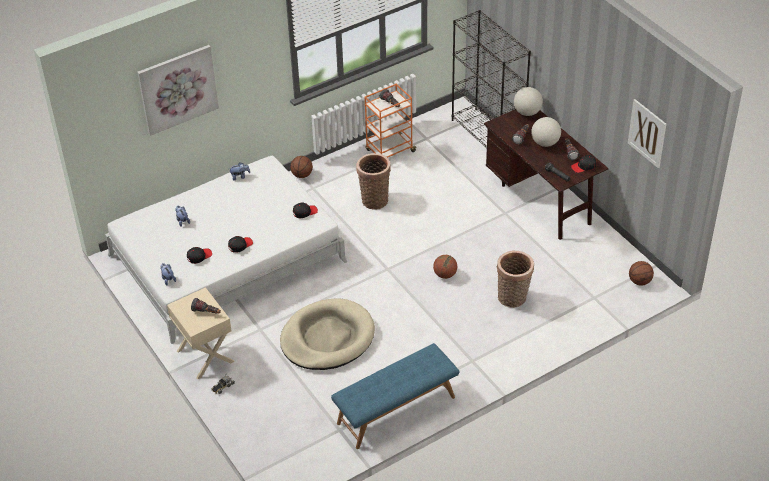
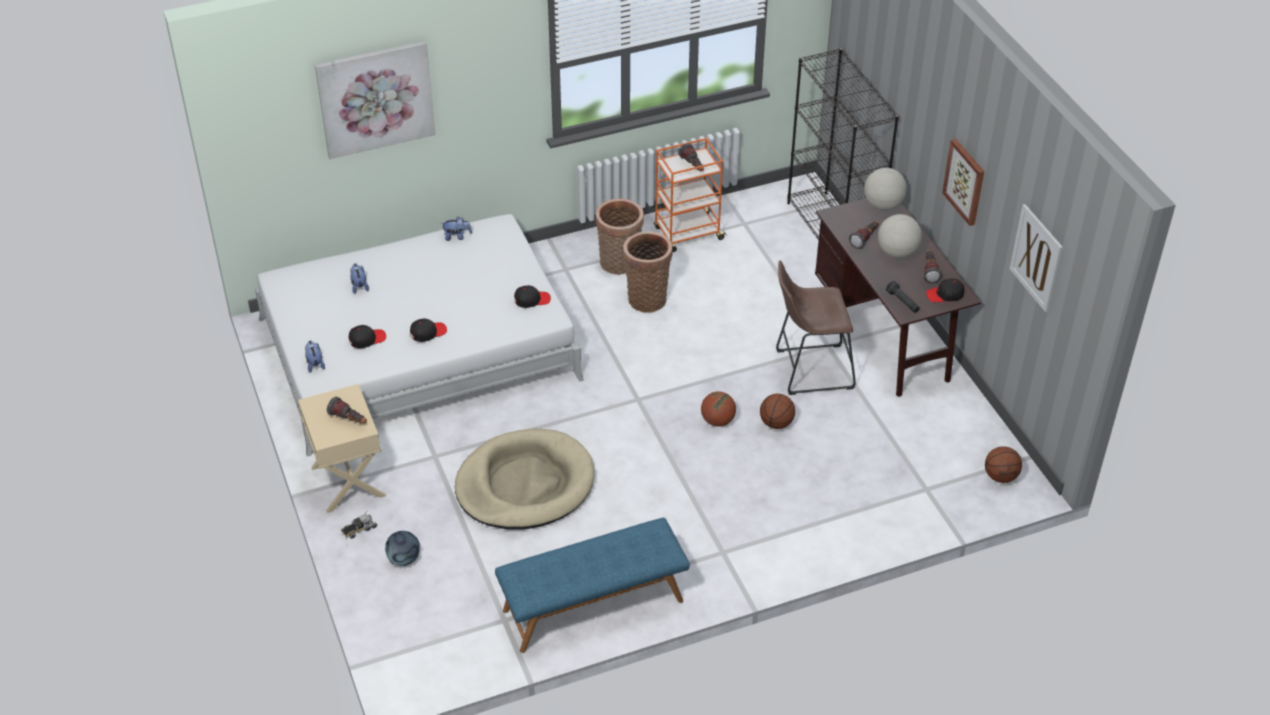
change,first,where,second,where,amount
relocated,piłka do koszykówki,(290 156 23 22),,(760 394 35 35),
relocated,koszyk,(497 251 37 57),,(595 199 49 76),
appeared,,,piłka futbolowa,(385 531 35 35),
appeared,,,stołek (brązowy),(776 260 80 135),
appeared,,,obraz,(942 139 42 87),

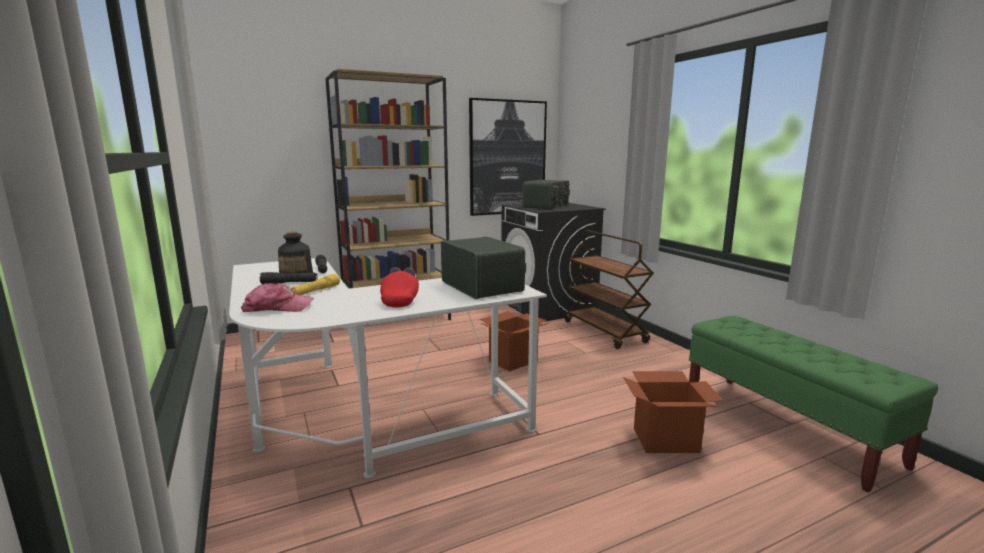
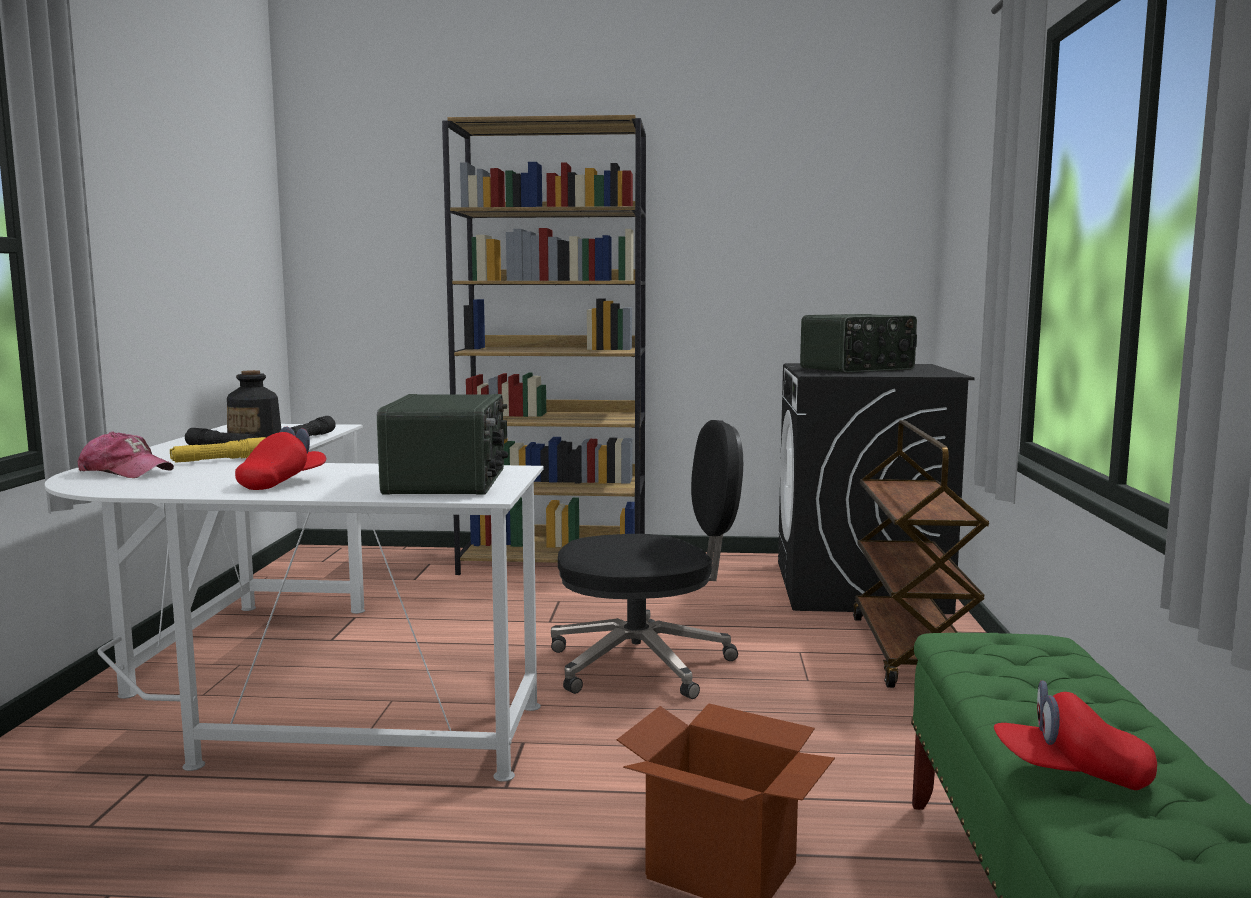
change,first,where,second,where,amount
missing,obraz,(469 98 78 118),,,
exchanged,karton,(480 312 69 60),krzesło biurowe (czarny),(551 420 192 279),
appeared,,,czapka z daszkiem (czerwony),(994 680 163 110),

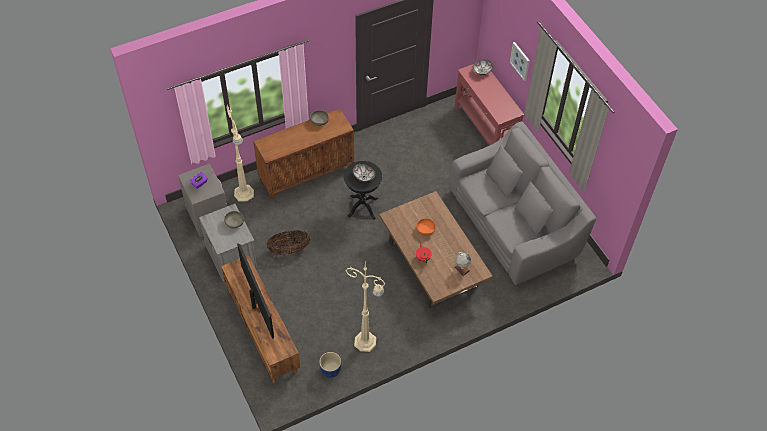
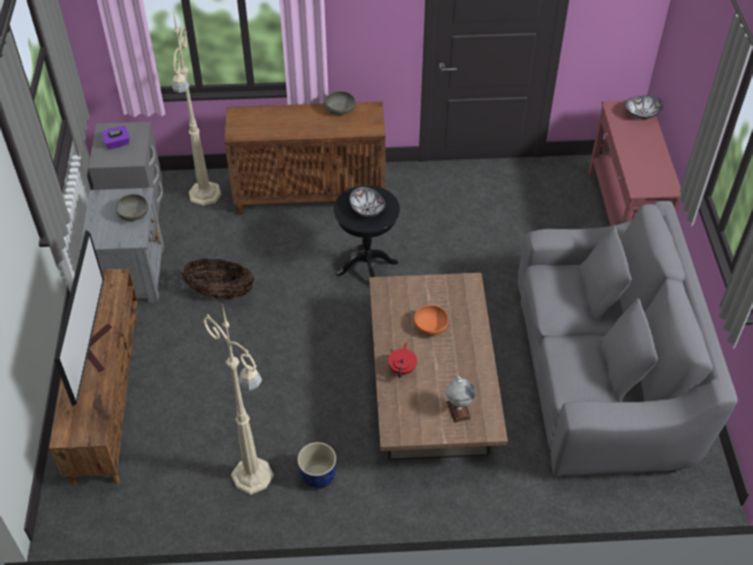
change,first,where,second,where,amount
relocated,donica (niebieski),(319 352 22 26),,(297 442 39 47),
missing,obraz,(510 42 20 39),,,

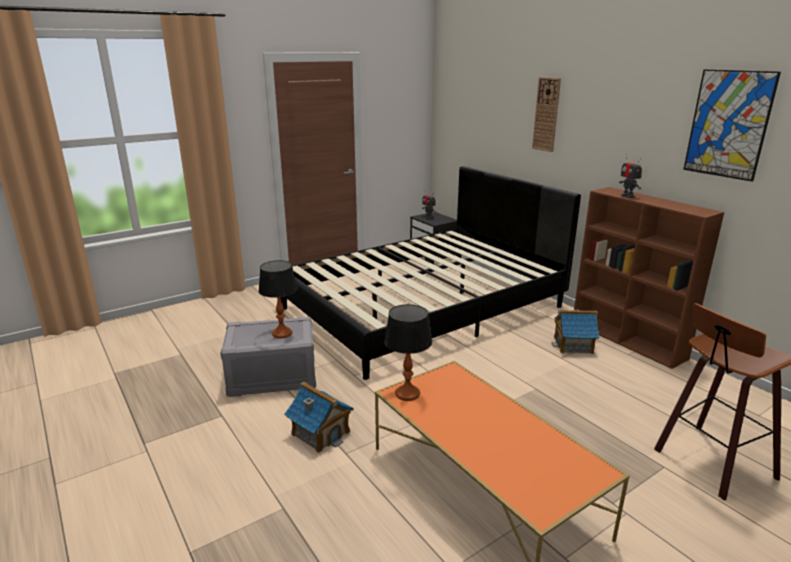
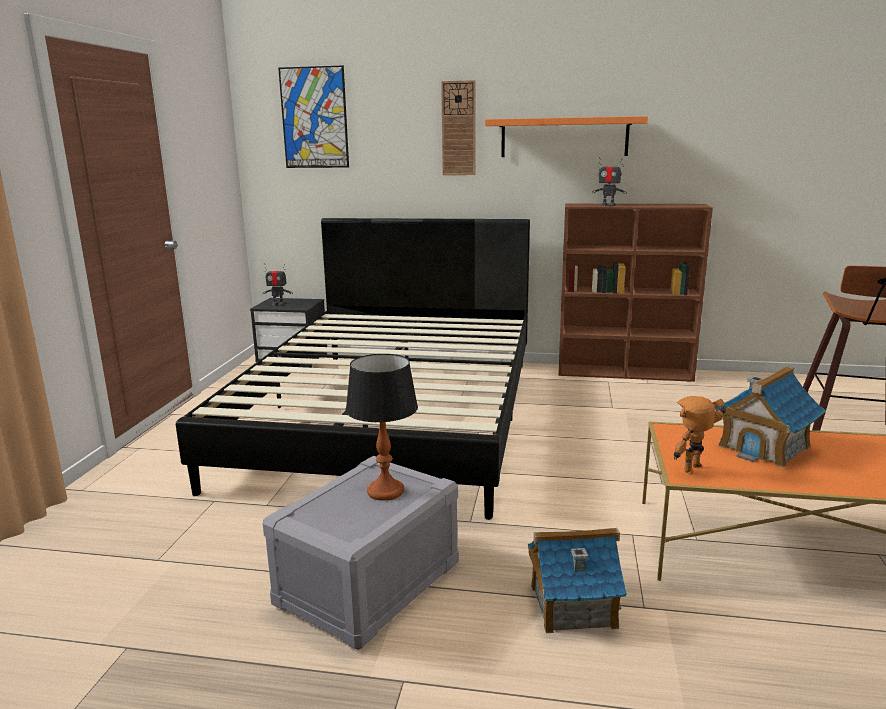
change,first,where,second,where,amount
exchanged,lampa stołowa,(384 304 48 97),robot zabawkowy,(674 396 52 77),
relocated,domek,(552 310 47 44),,(715 366 111 102),
relocated,obraz,(683 69 98 113),,(278 65 71 103),
appeared,,,półka (pomarańczowy),(485 116 163 41),

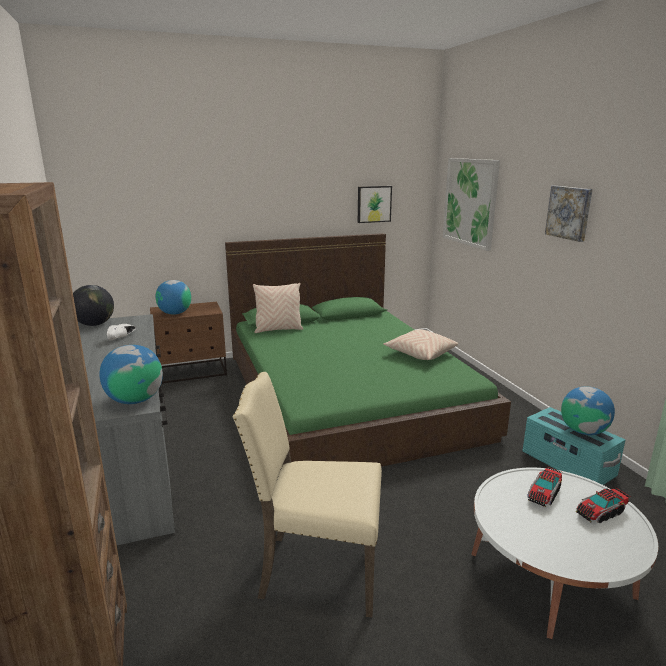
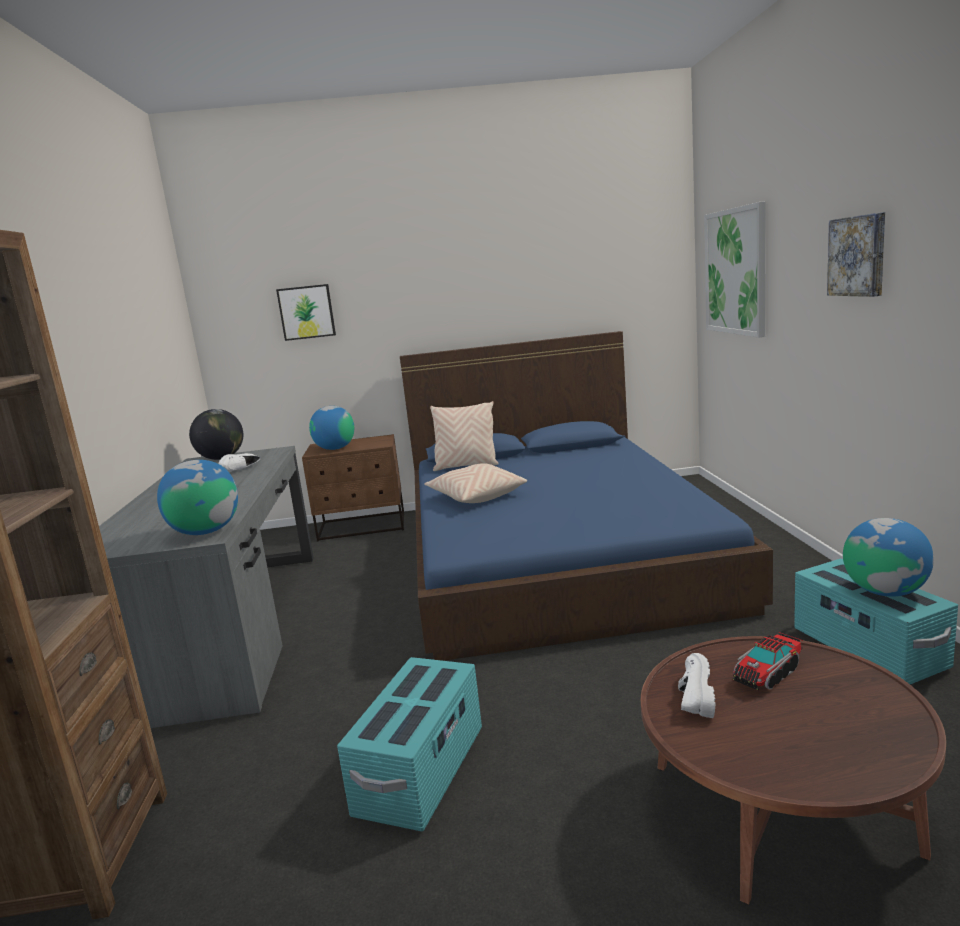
change,first,where,second,where,amount
colour,łóżko (zielony),(225 233 286 234),łóżko (niebieski),(400 331 373 330),
exchanged,krzesło (beżowy),(232 372 150 245),pojemnik do przechowywania (turkusowy),(337 657 145 174),
relocated,obraz,(358 186 34 37),,(276 284 60 57),
relocated,poduszka (beżowy),(384 329 74 31),,(424 463 103 40),
colour,ława (biały),(471 468 187 171),ława (brązowy),(641 636 305 268),
missing,ciężarówka zabawkowa,(576 487 55 36),,,
appeared,,,but (biały),(678 653 37 65),

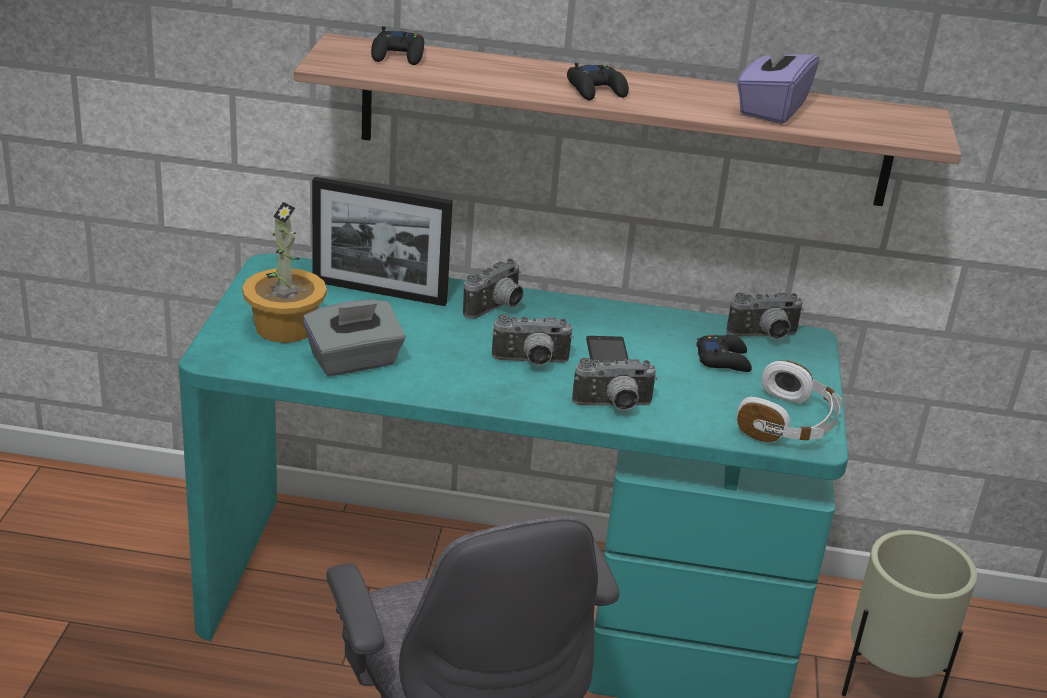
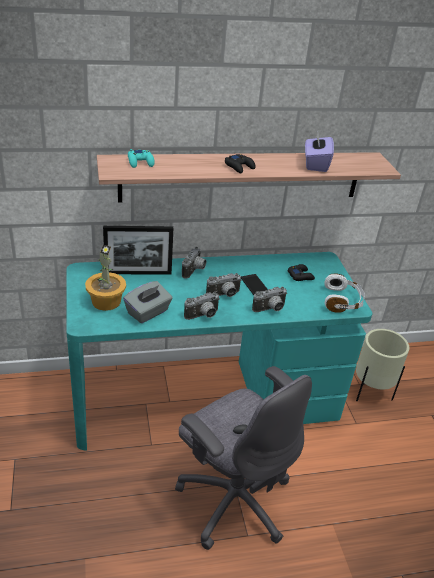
change,first,where,second,where,amount
colour,pad do gier (czarny),(371 26 53 39),pad do gier (turkusowy),(128 149 27 19),
relocated,aparat fotograficzny,(726 293 78 46),,(184 292 36 28),

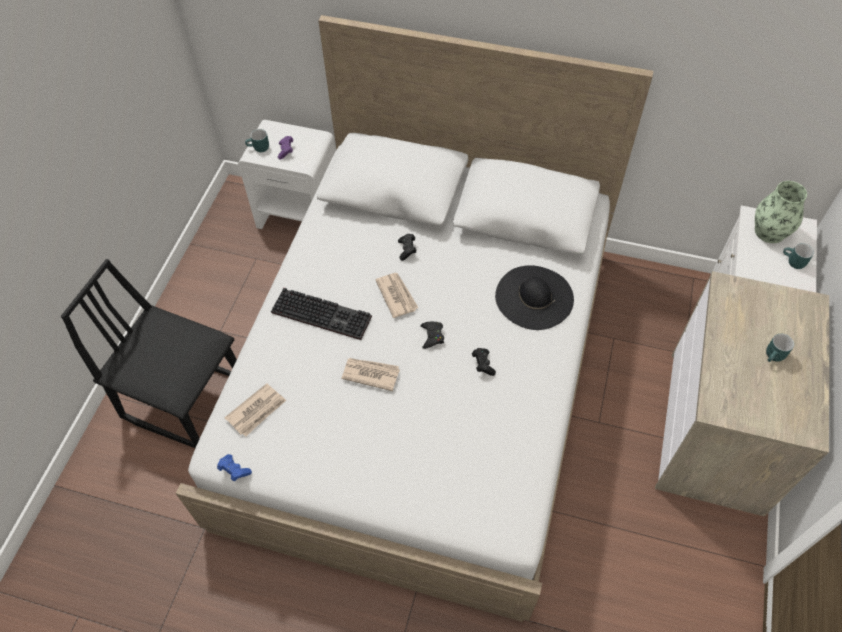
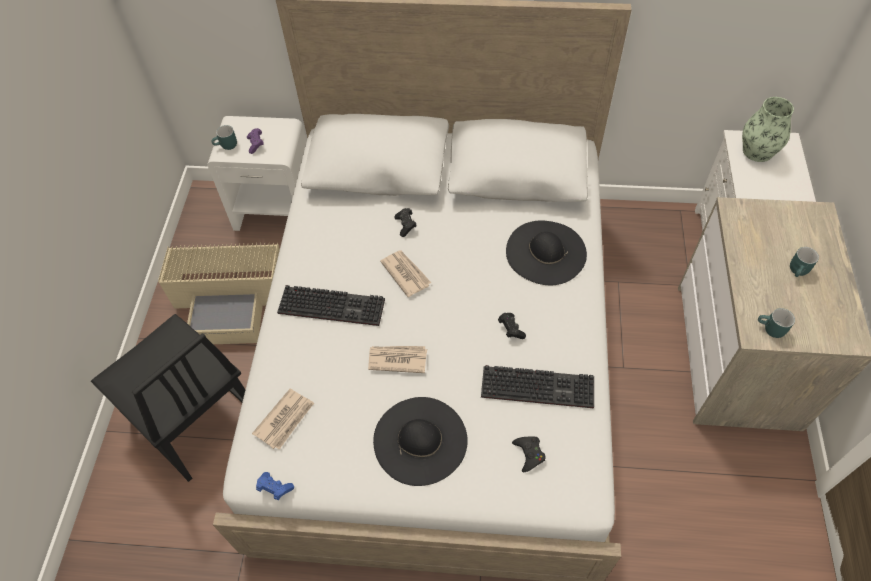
change,first,where,second,where,amount
spun,krzesło (czarny),(61 259 176 189),,(91 314 155 168),150 degrees counterclockwise
relocated,pad do gier (czarny),(421 322 23 27),,(512 436 34 36),
relocated,kubek (turkusowy),(783 243 31 26),,(758 308 37 30),
appeared,,,pojemnik do przechowywania (beżowy),(158 242 122 102),
appeared,,,kapelusz (czarny),(373 397 95 89),
appeared,,,klawiatura,(481 365 113 43),

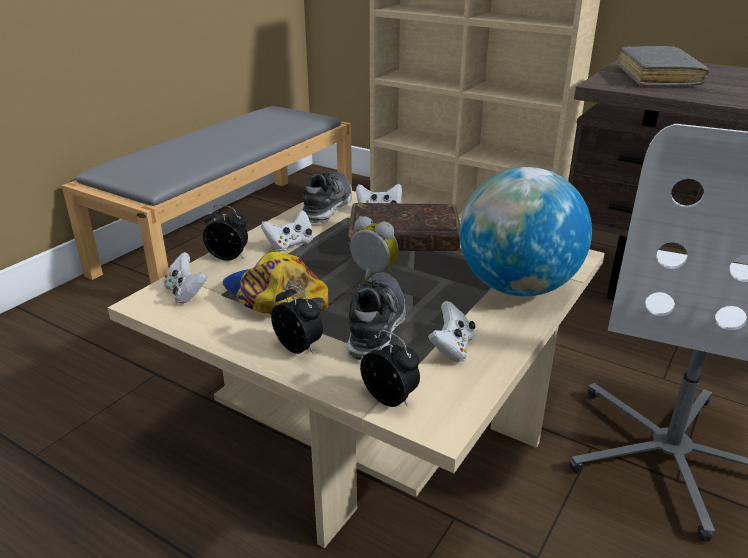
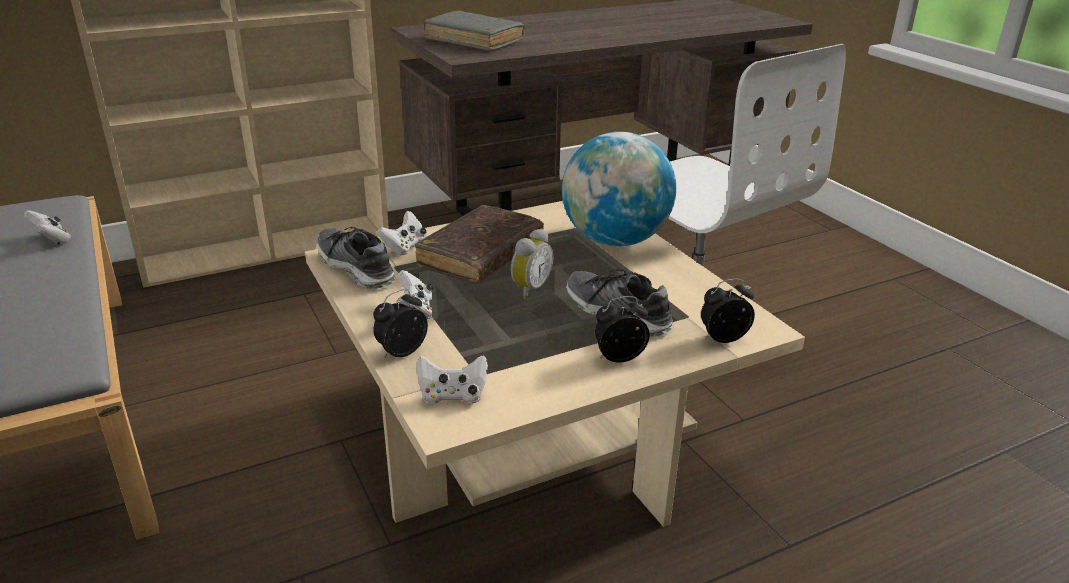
change,first,where,second,where,amount
missing,czapka z daszkiem,(222 252 106 61),,,
spun,budzik,(350 216 49 64),,(511 229 42 70),150 degrees clockwise
relocated,pad do gier (biały),(428 301 47 61),,(24 210 47 34),

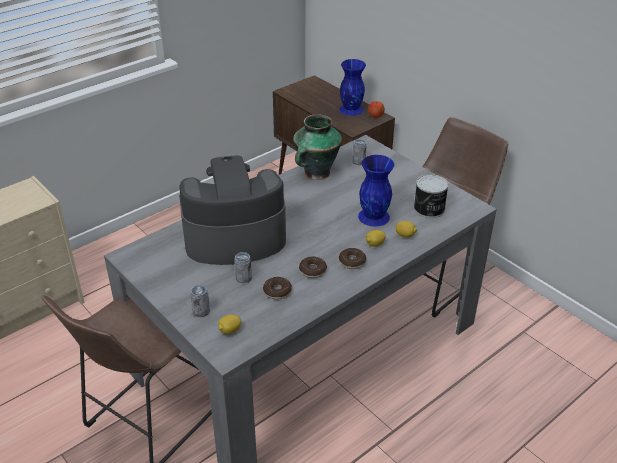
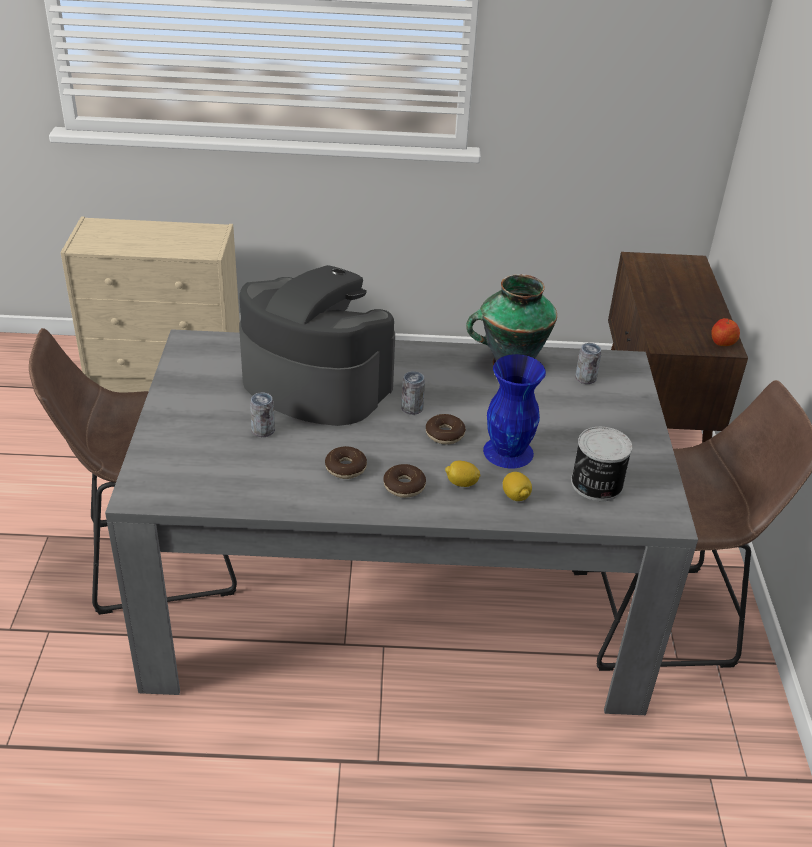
change,first,where,second,where,amount
relocated,puszka,(190 285 20 32),,(401 371 24 44),
missing,cytryna,(218 315 23 19),,,
relocated,donut,(263 277 29 23),,(426 414 40 31),
missing,wazon (niebieski),(339 59 27 57),,,

